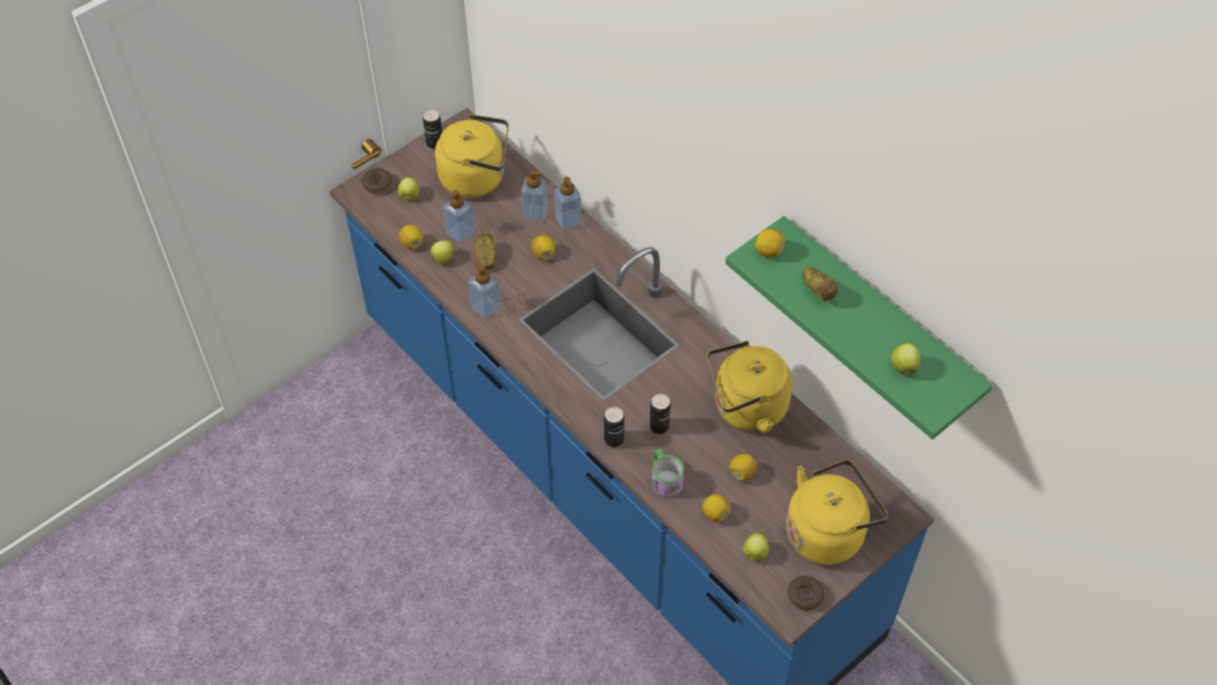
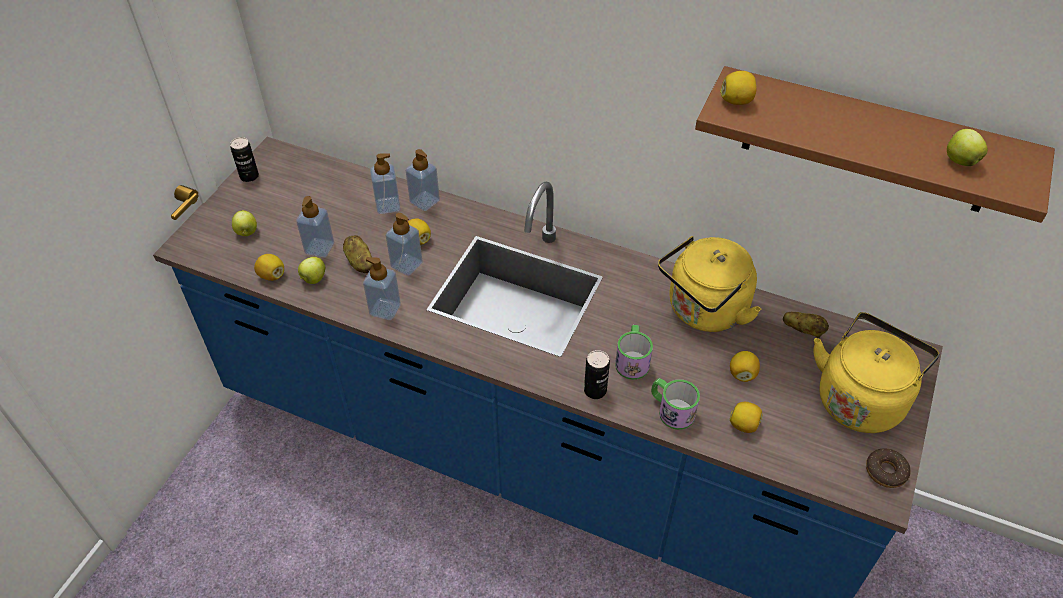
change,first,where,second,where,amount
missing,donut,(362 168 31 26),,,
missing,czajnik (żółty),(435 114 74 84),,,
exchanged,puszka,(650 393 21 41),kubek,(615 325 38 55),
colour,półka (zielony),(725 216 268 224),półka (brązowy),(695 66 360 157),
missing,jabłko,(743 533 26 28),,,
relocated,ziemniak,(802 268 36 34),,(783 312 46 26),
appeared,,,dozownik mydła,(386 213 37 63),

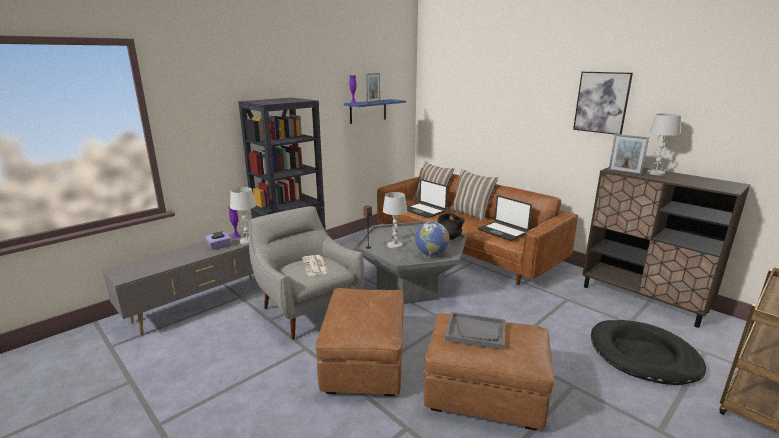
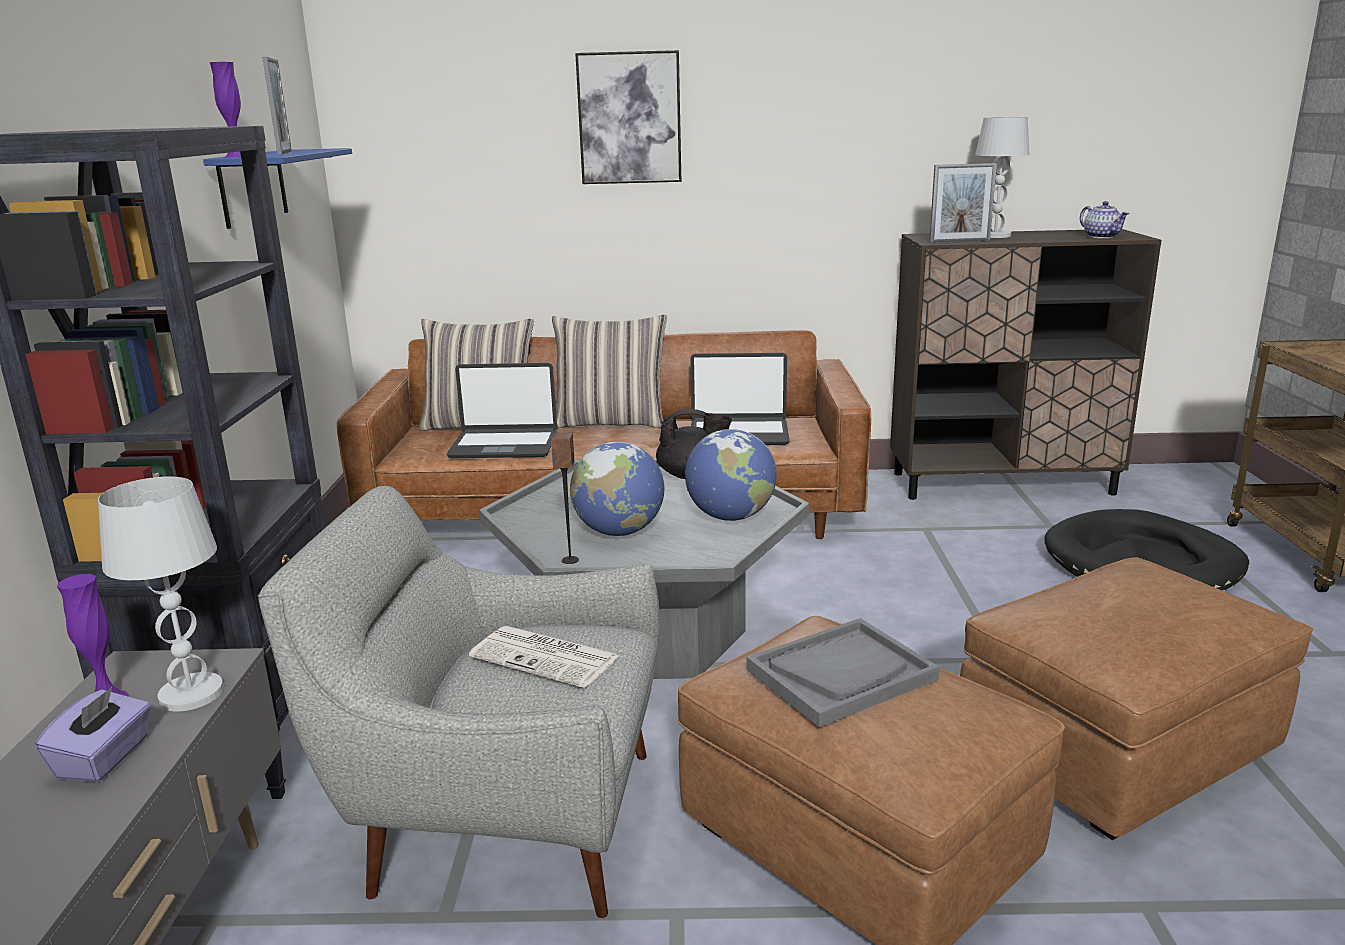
change,first,where,second,where,amount
exchanged,lampa stołowa (biały),(383 192 24 57),globus,(570 442 94 94),
relocated,taca (szary),(445 312 60 38),,(747 618 192 109),
relocated,obraz,(573 72 60 63),,(575 50 106 134),
appeared,,,imbryk,(1080 201 49 37),

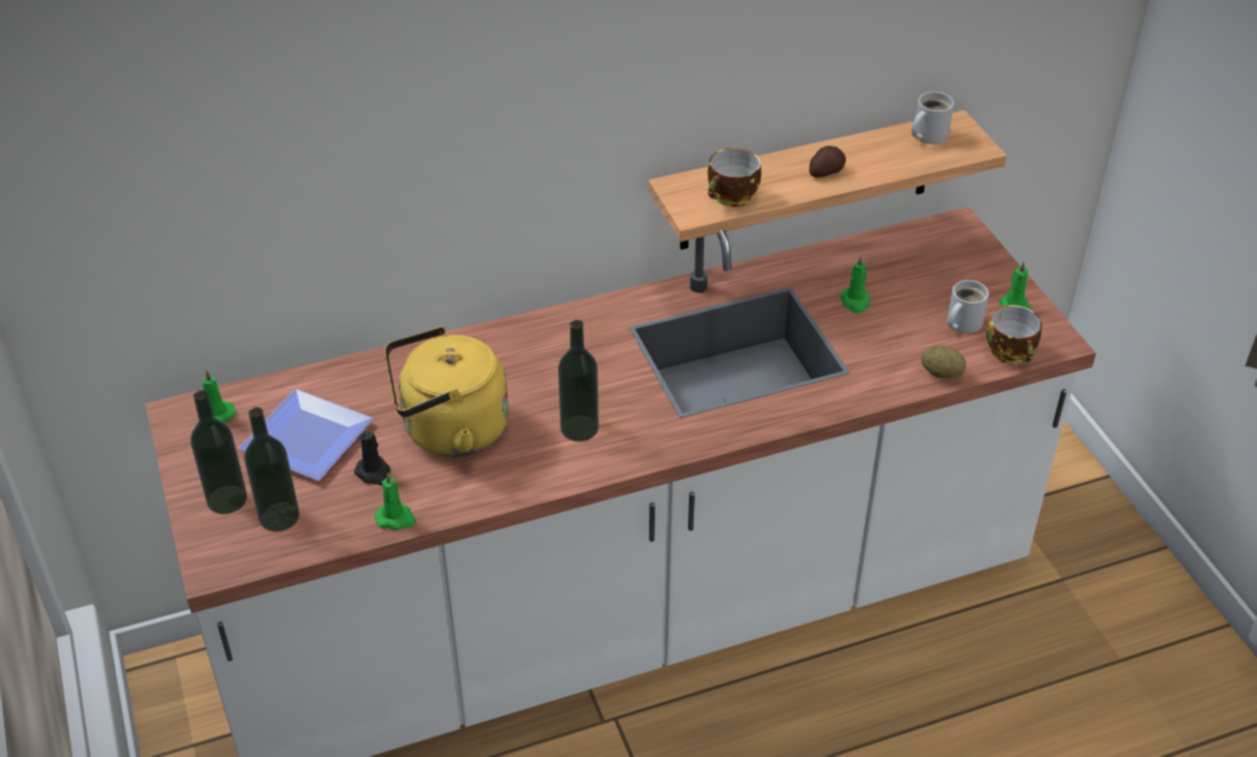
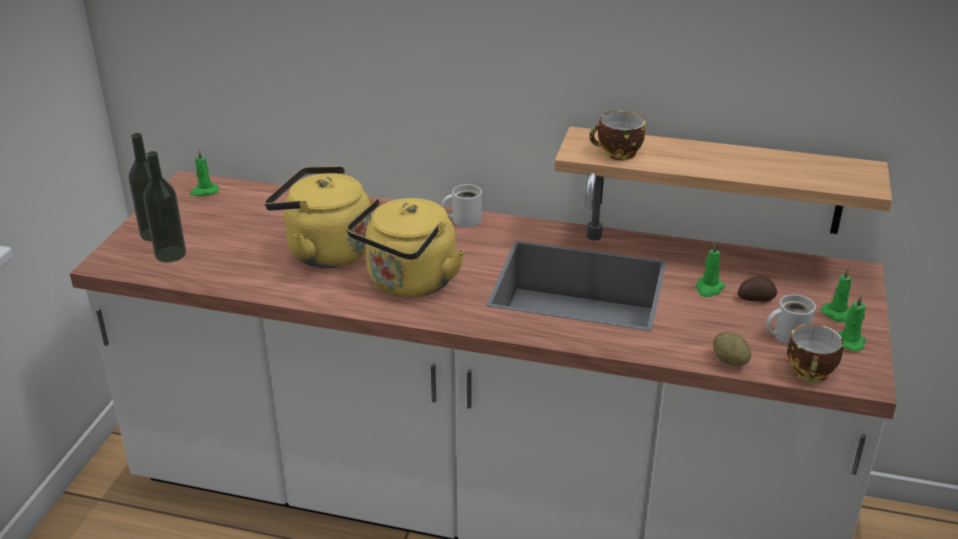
change,first,where,second,where,amount
missing,talerz,(239 389 134 92),,,
missing,świeca (czarny),(354 426 37 59),,,
relocated,świeca (zielony),(375 472 41 58),,(821 268 30 55),
exchanged,butelka,(558 320 41 122),czajnik (żółty),(346 198 119 99),
relocated,ziemniak,(809 146 37 31),,(737 275 40 27),
relocated,kubek (biały),(912 92 42 52),,(442 184 40 43),

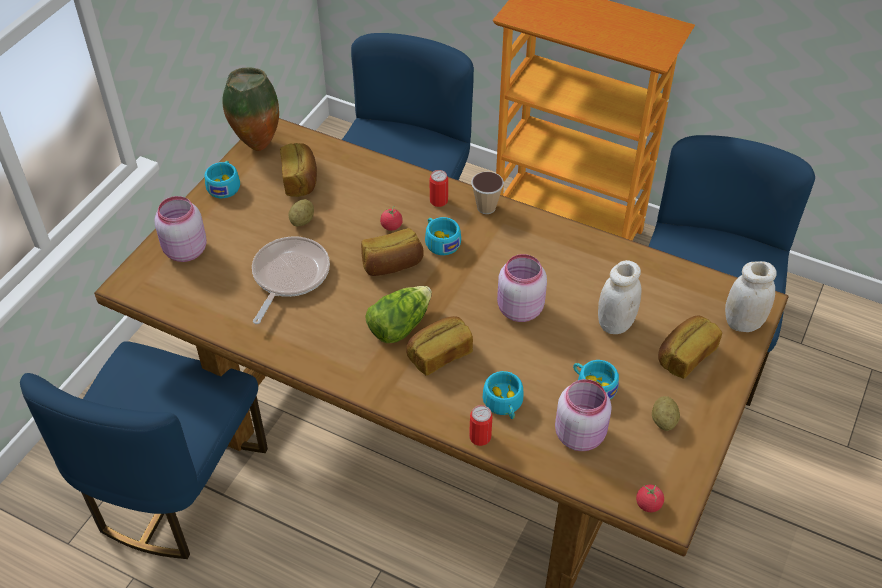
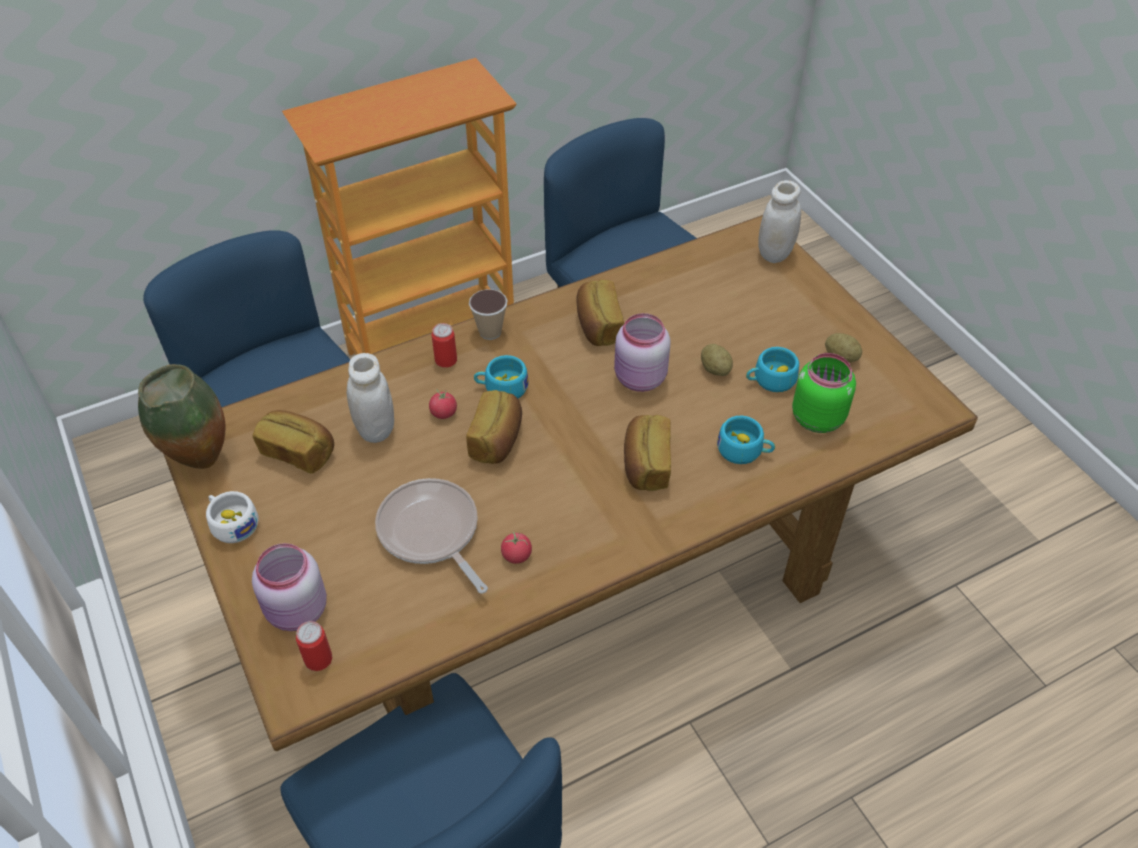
change,first,where,second,where,amount
colour,filiżanka (turkusowy),(204 161 36 37),filiżanka (biały),(206 491 53 52),
relocated,ziemniak,(289 199 25 27),,(701 344 32 32),
missing,sałata,(365 286 67 57),,,
relocated,puszka,(469 405 23 41),,(296 621 36 50),
colour,słoik (różowy),(555 379 57 72),słoik (zielony),(792 353 64 80),
relocated,słoik (biały),(598 260 44 74),,(347 353 47 90),
relocated,pomidor,(636 485 28 27),,(501 532 31 32),
relocated,chleb,(658 316 64 63),,(576 280 48 66),

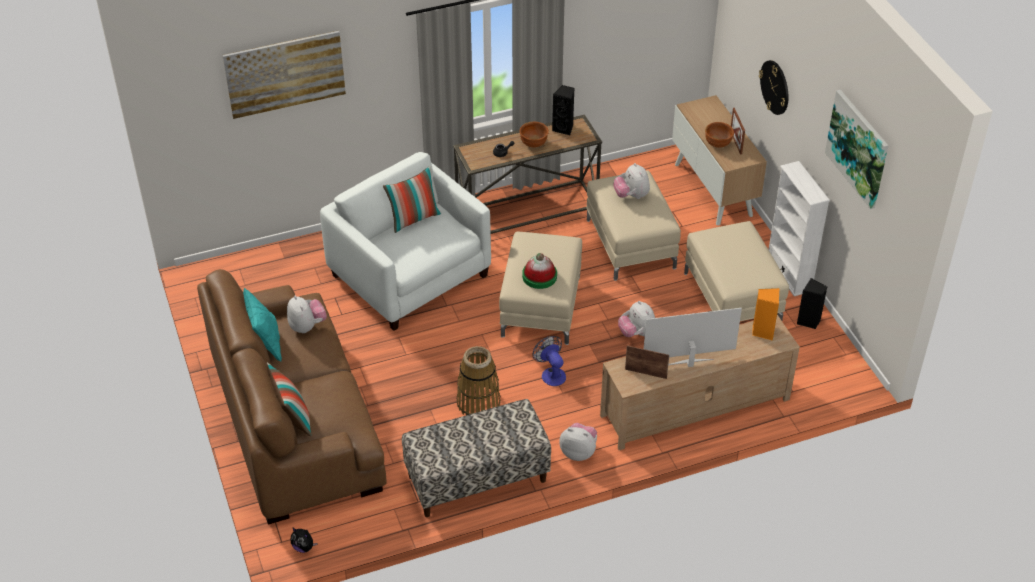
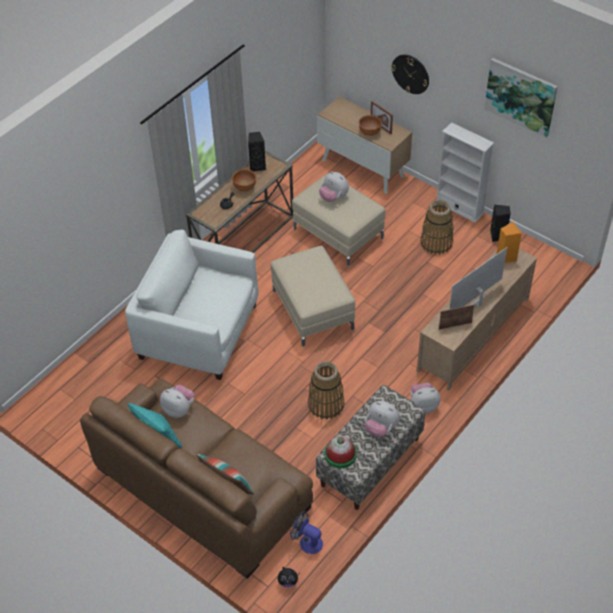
change,first,where,second,where,amount
missing,obraz,(223 30 123 89),,,
missing,poduszka,(383 166 58 67),,,
relocated,kapelusz,(522 253 35 36),,(324 436 33 32),
relocated,wentylator,(533 336 33 50),,(290 511 33 43),
relocated,pluszak,(618 301 37 36),,(365 401 34 36),
exchanged,pufa (beżowy),(684 221 105 100),koszyk,(420 200 34 55),

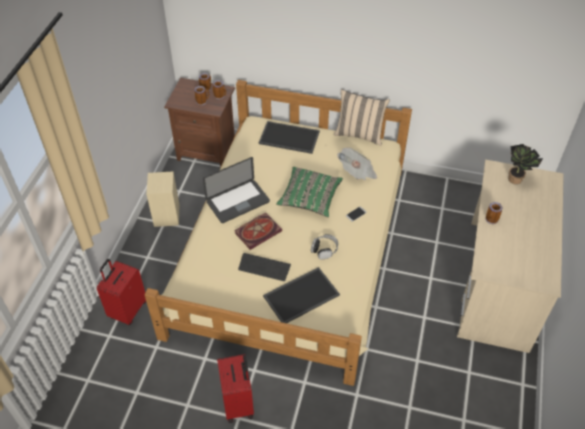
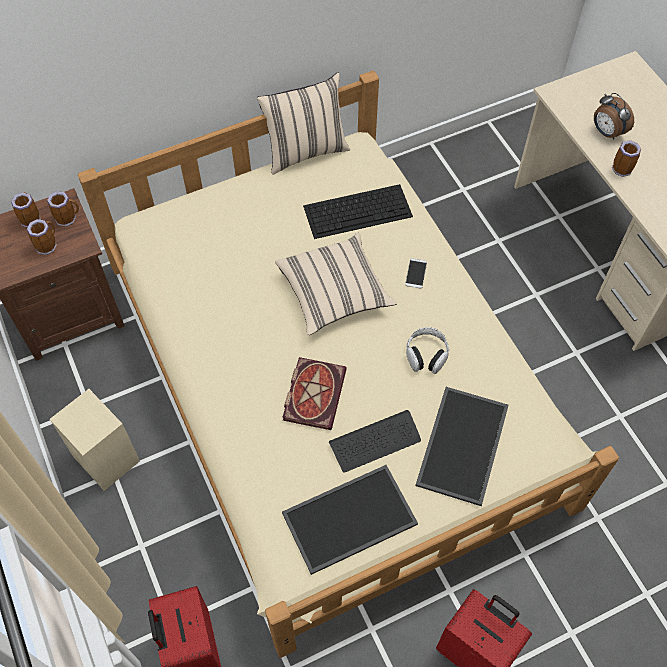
change,first,where,second,where,amount
missing,laptop,(203 157 67 66),,,
relocated,taca,(259 121 61 33),,(282 465 136 110),
colour,poduszka (zielony),(276 167 67 50),poduszka (beżowy),(275 233 122 102),
exchanged,gazeta,(337 148 41 32),klawiatura,(303 184 110 55),
missing,roślina doniczkowa,(508 144 35 40),,,
appeared,,,budzik,(594 93 40 47),

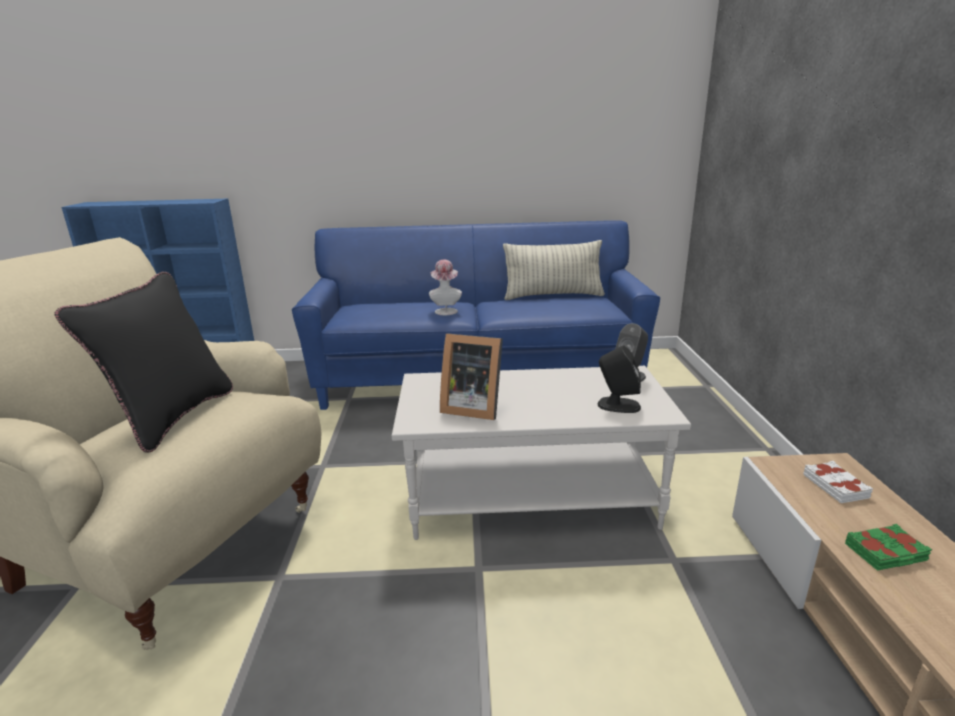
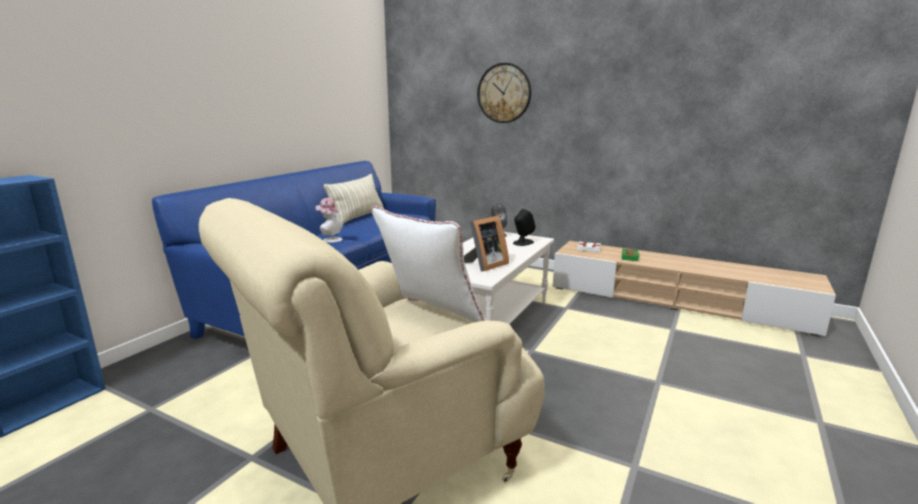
change,first,where,second,where,amount
colour,poduszka (czarny),(54 272 179 181),poduszka (biały),(371 206 113 117),
appeared,,,zegar ścienny,(477 63 55 60),

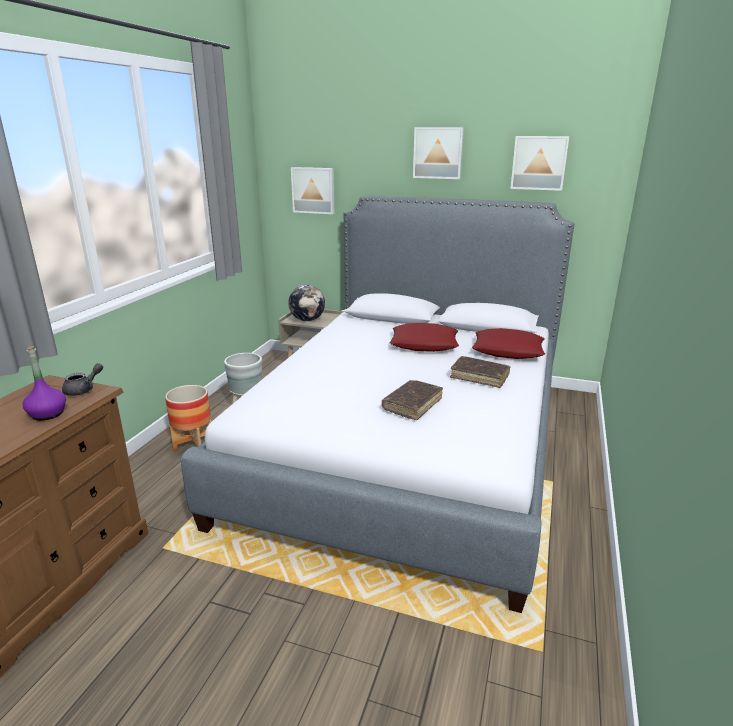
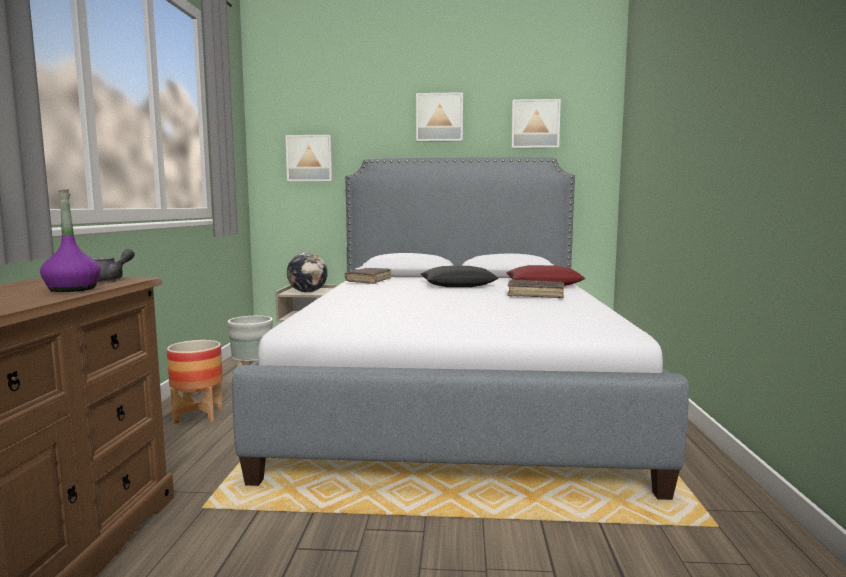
change,first,where,second,where,amount
relocated,książka (brązowy),(382 380 61 40),,(345 268 46 16),
colour,poduszka (czerwony),(390 323 69 29),poduszka (czarny),(421 266 78 21),

